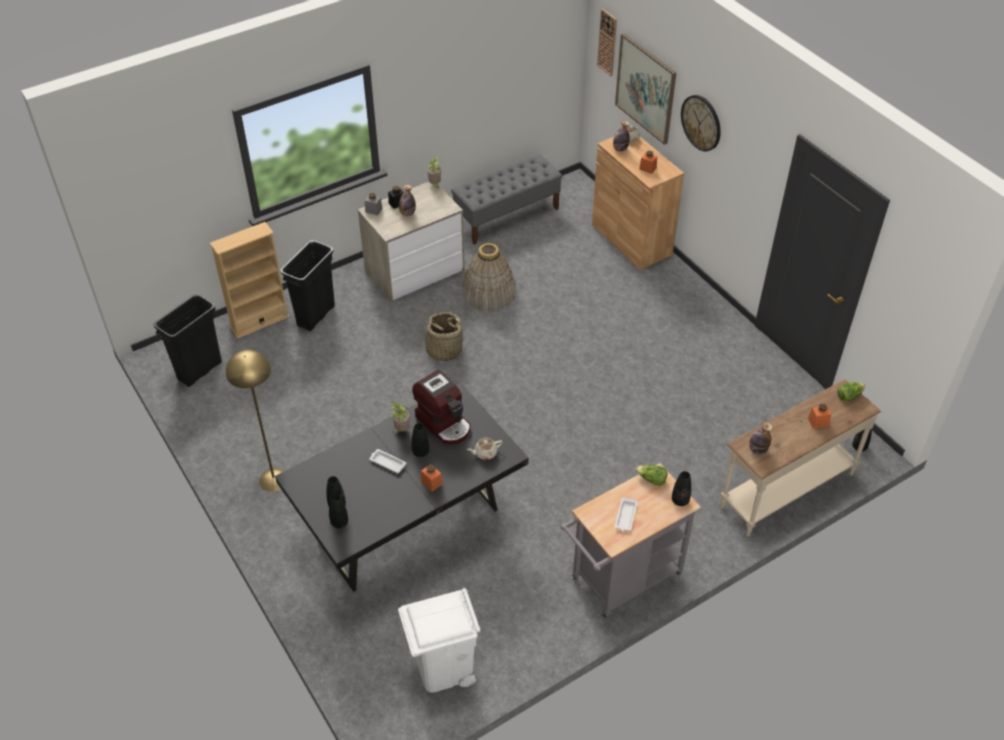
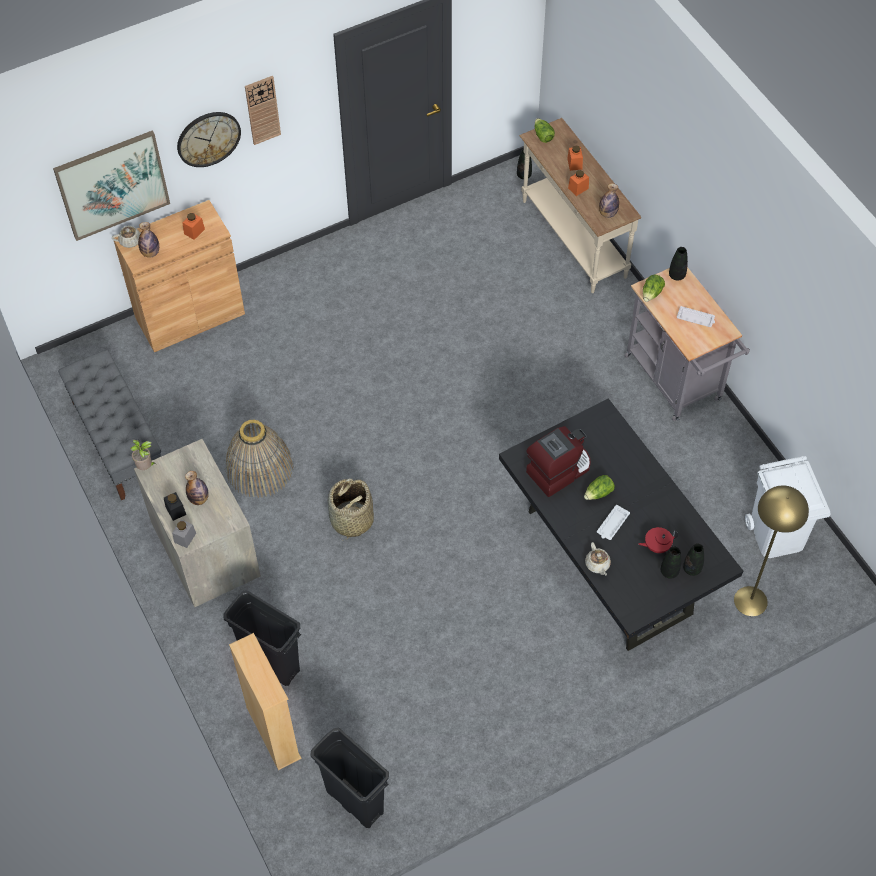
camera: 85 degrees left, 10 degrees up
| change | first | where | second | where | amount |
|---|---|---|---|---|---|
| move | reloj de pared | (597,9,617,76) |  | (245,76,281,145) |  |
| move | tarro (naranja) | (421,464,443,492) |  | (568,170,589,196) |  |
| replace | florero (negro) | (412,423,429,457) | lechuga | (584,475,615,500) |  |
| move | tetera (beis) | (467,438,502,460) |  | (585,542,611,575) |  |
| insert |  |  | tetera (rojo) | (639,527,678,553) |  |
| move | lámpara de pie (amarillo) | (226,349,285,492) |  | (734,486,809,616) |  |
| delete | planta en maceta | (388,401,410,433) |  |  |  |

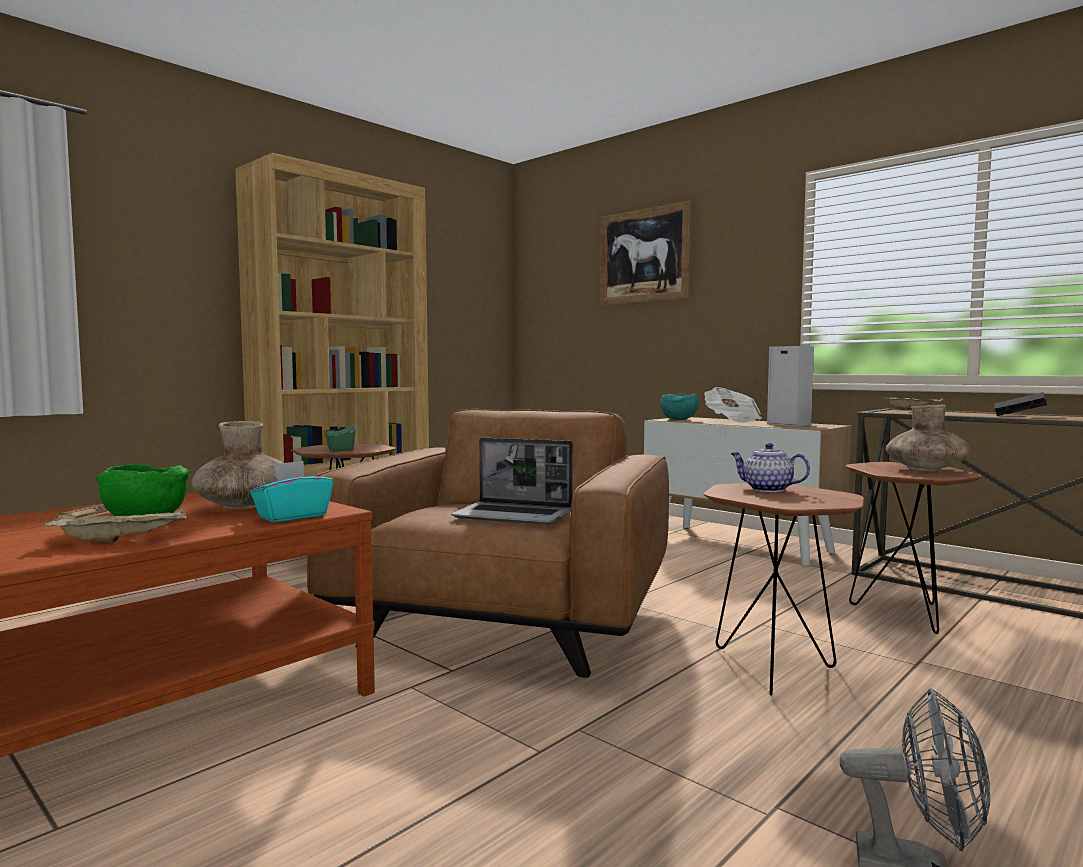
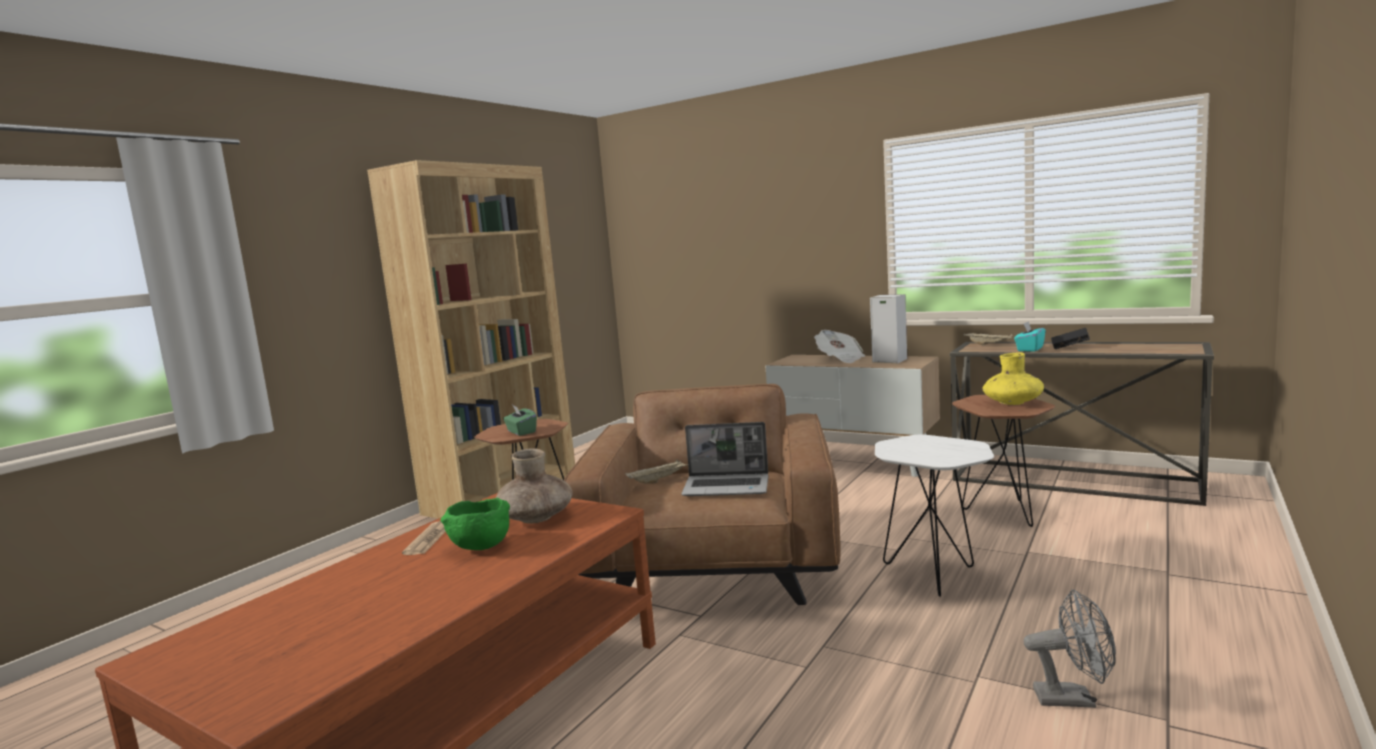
camera: 10 degrees left, 5 degrees up
| change | first | where | second | where | amount |
|---|---|---|---|---|---|
| move | bandeja (beis) | (44,508,187,544) |  | (625,459,687,484) |  |
| recolor | mesa auxiliar (marrón) | (703,483,864,696) | mesa auxiliar (blanco) | (875,435,994,597) |  |
| recolor | florero (marrón) | (886,405,970,471) | florero (amarillo) | (983,352,1044,405) |  |
| move | caja de pañuelos (turquesa) | (250,461,333,522) |  | (1014,321,1046,352) |  |
| delete | cuadro | (600,200,692,305) |  |  |  |
| delete | cuenco (turquesa) | (661,393,699,420) |  |  |  |
| delete | tetera | (730,443,810,492) |  |  |  |

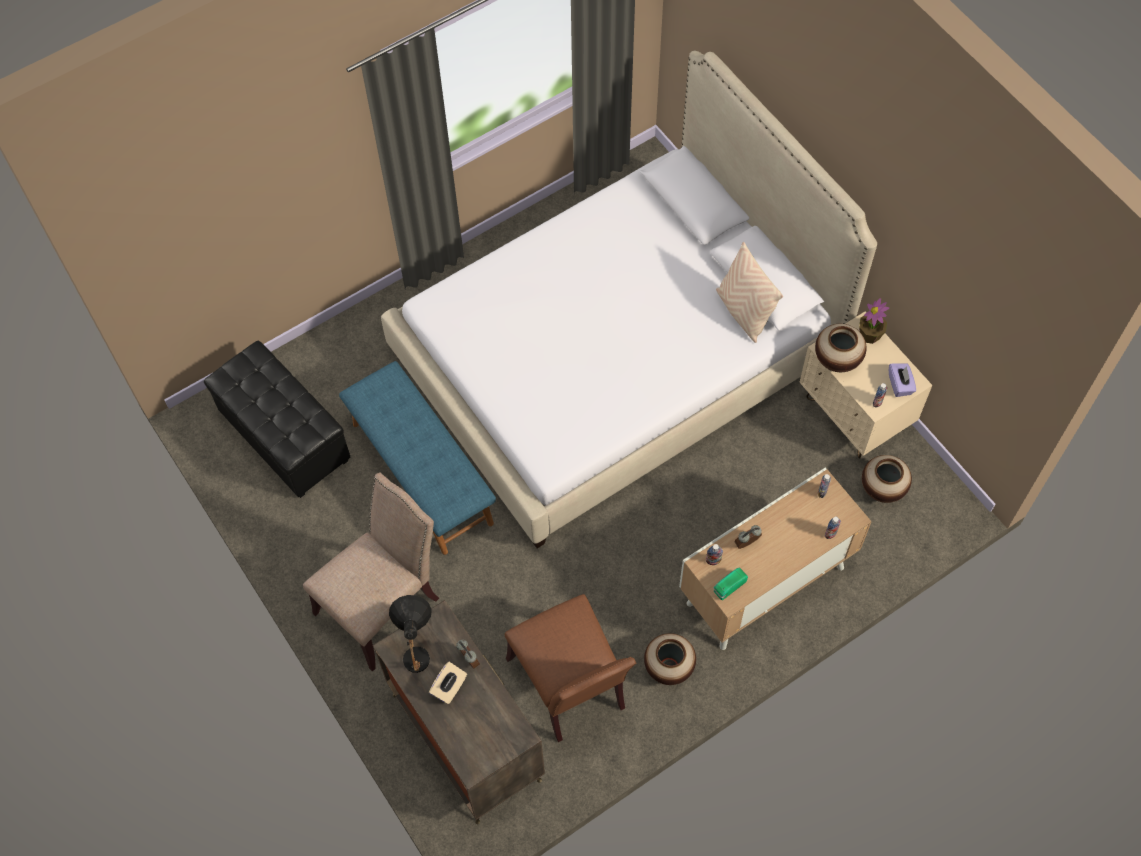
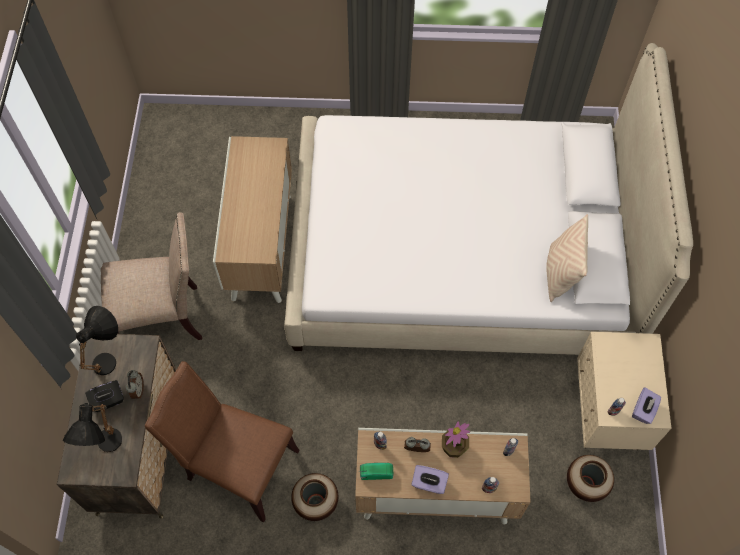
camera: 35 degrees right, 0 degrees up
| change | first | where | second | where | amount |
|---|---|---|---|---|---|
| insert |  |  | lámpara de mesa (negro) | (63,403,122,452) |  |
| recolor | caja de pañuelos (beis) | (429,662,467,704) | caja de pañuelos (negro) | (85,380,124,412) |  |
| rotate | silla (marrón) | (505,594,636,742) |  | (145,361,299,522) | 105 degrees clockwise |
| replace | banco (azul) | (339,361,496,555) | armario | (213,136,292,303) |  |
| insert |  |  | caja de pañuelos (morado) | (411,465,449,494) |  |
| move | planta en maceta | (859,298,889,344) |  | (442,421,470,458) |  |
| delete | puf (negro) | (204,341,350,498) |  |  |  |
| delete | florero | (815,324,867,372) |  |  |  |

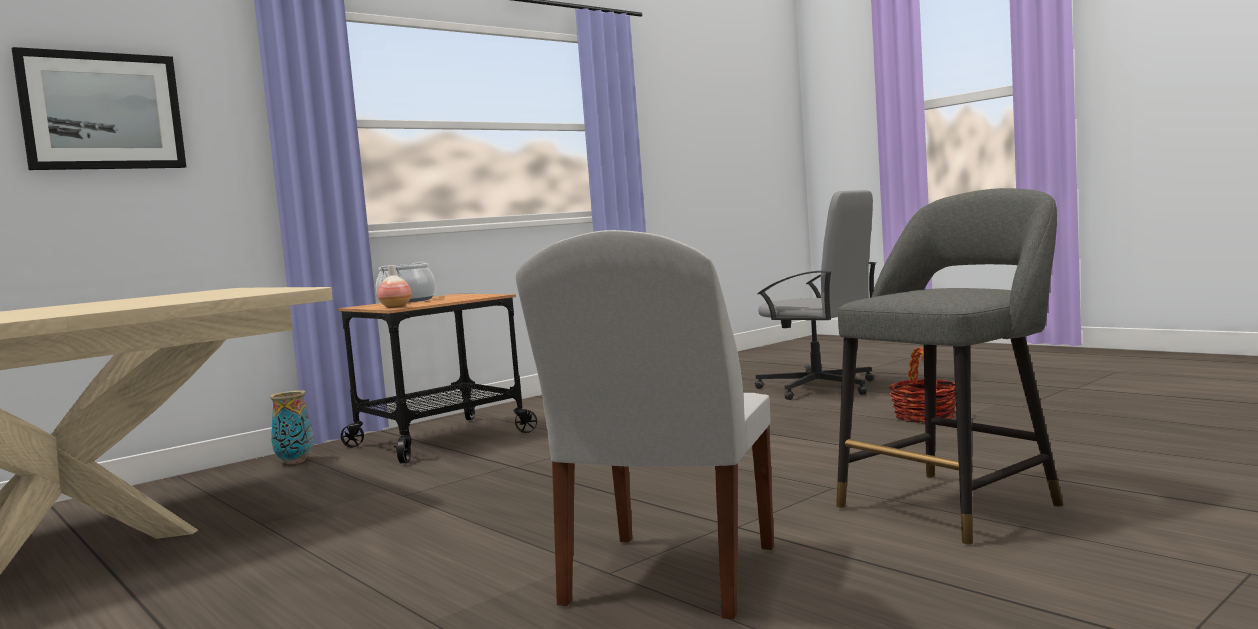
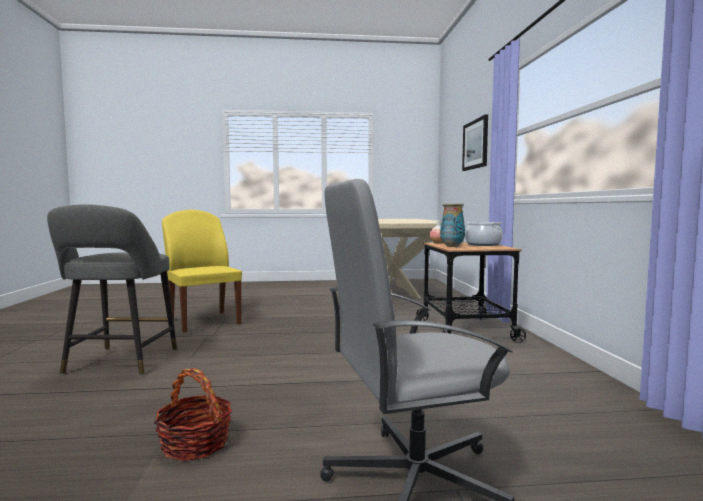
camera: 125 degrees right, 0 degrees up
| change | first | where | second | where | amount |
|---|---|---|---|---|---|
| recolor | silla (blanco) | (516,230,774,619) | silla (amarillo) | (162,210,242,333) |  |
| move | florero | (270,390,315,464) |  | (440,204,465,247) |  |

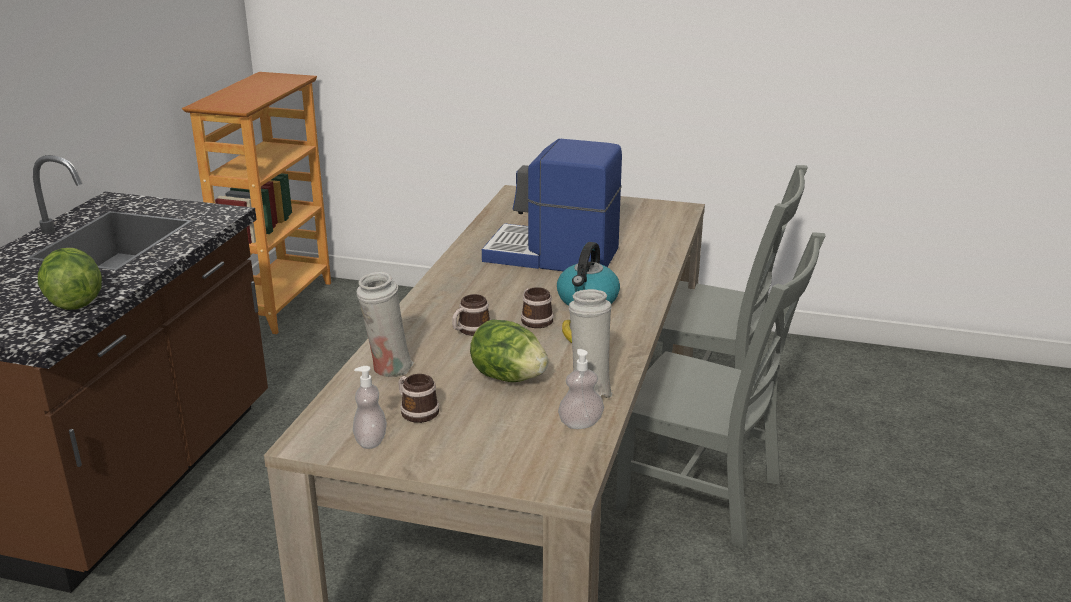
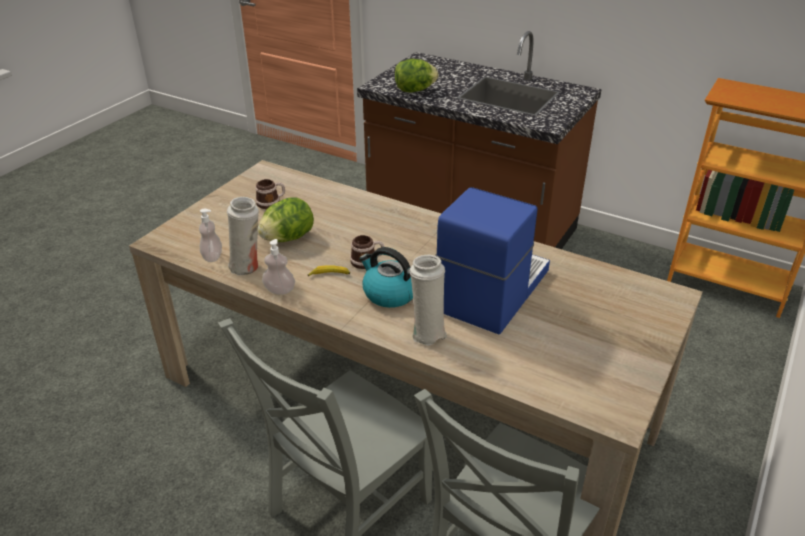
camera: 105 degrees right, 10 degrees up
| change | first | where | second | where | amount |
|---|---|---|---|---|---|
| move | dispensador de jabón | (353,366,387,449) |  | (262,239,295,295) |  |
| move | florero (blanco) | (357,272,414,377) |  | (410,255,447,346) |  |
| delete | taza grande | (452,294,491,336) |  |  |  |

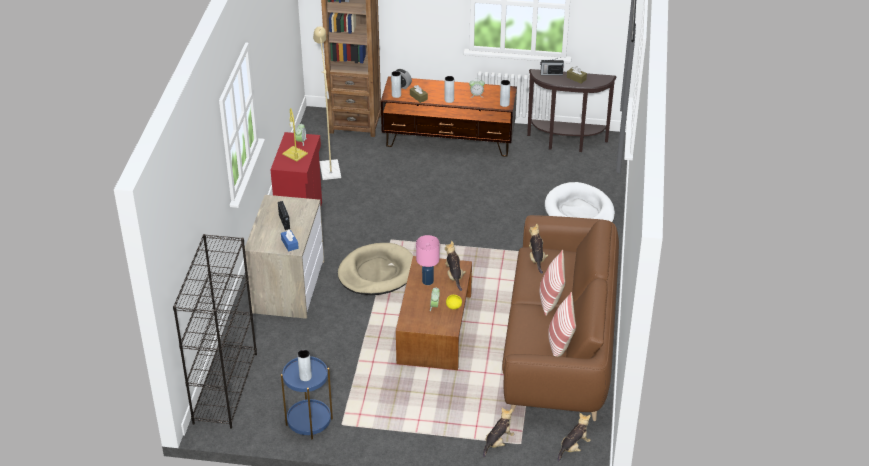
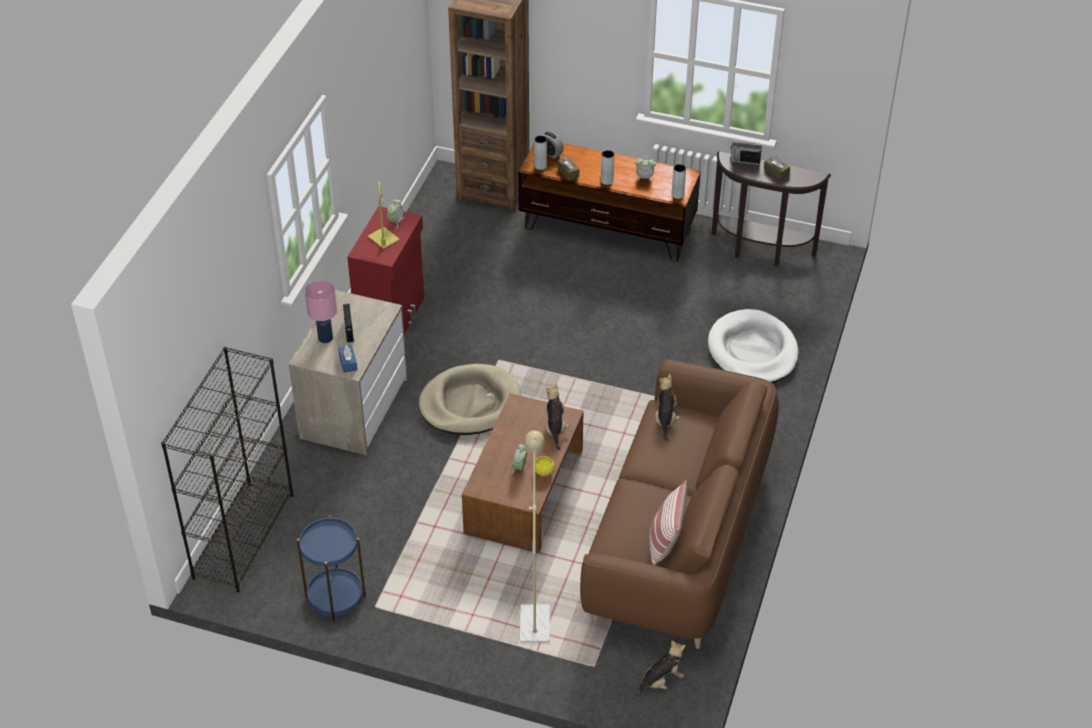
camera: 10 degrees right, 5 degrees up
| change | first | where | second | where | amount |
|---|---|---|---|---|---|
| move | lámpara de mesa (rosa) | (416,235,440,285) |  | (305,280,337,343) |  |
| move | lámpara de pie (beis) | (313,26,341,180) |  | (520,430,550,643) |  |
| delete | florero (gris) | (298,350,312,381) |  |  |  |
| delete | peluche | (483,408,514,458) |  |  |  |
| delete | cojín | (539,250,565,316) |  |  |  |

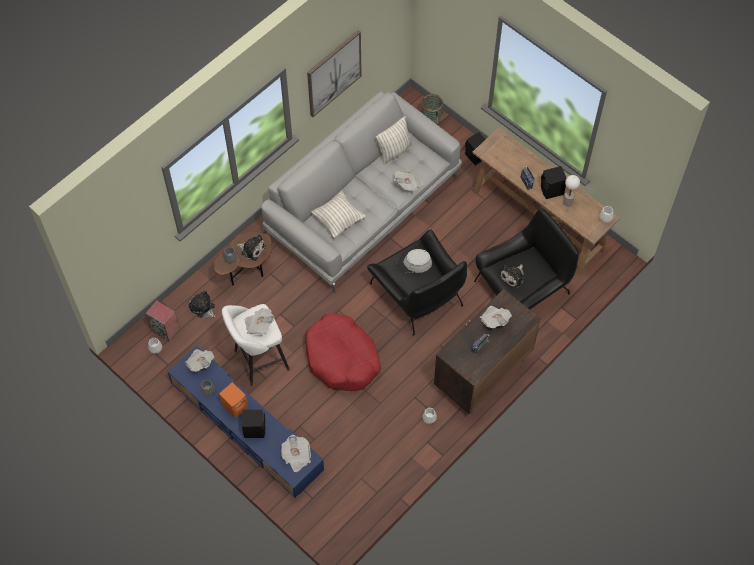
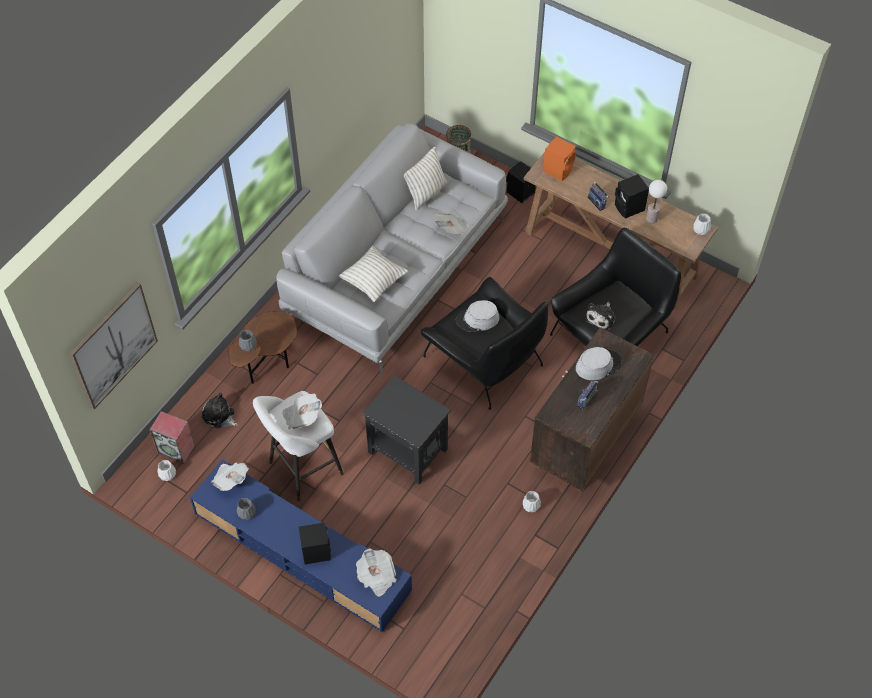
camera: 10 degrees left, 5 degrees down
| change | first | where | second | where | amount |
|---|---|---|---|---|---|
| move | cuadro | (307,30,362,117) |  | (69,282,158,409) |  |
| replace | cama para perro (rojo) | (305,314,381,391) | mesa auxiliar (negro) | (362,375,451,484) |  |
| move | altavoz (naranja) | (219,382,248,418) |  | (543,136,576,181) |  |
| replace | periódico | (479,306,512,328) | sombrero (gris) | (576,347,622,380) |  |
| delete | peluche | (236,234,266,261) |  |  |  |

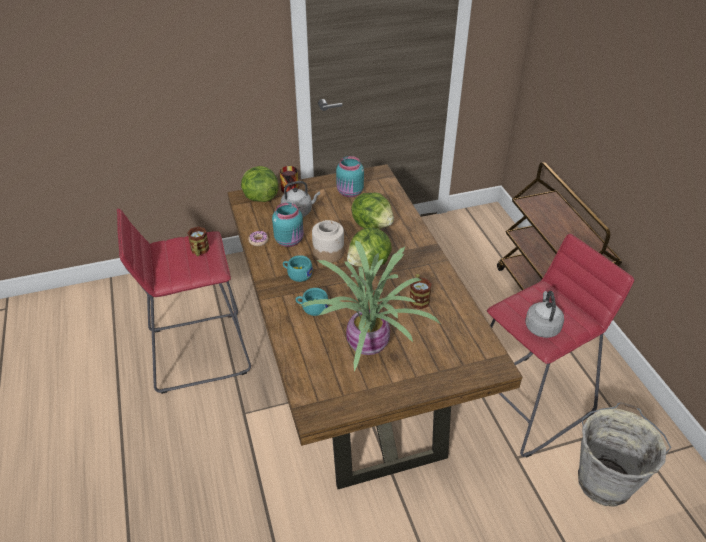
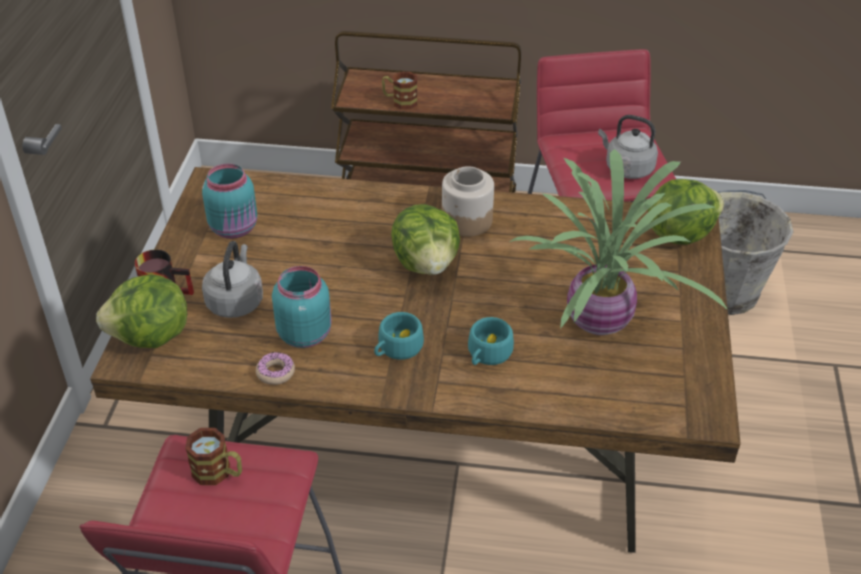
camera: 65 degrees left, 0 degrees up
| change | first | where | second | where | amount |
|---|---|---|---|---|---|
| move | taza grande | (409,274,432,309) |  | (382,72,418,110) |  |
| move | tarro | (312,220,344,263) |  | (442,166,494,237) |  |
| move | lechuga | (351,193,394,229) |  | (648,179,724,245) |  |

